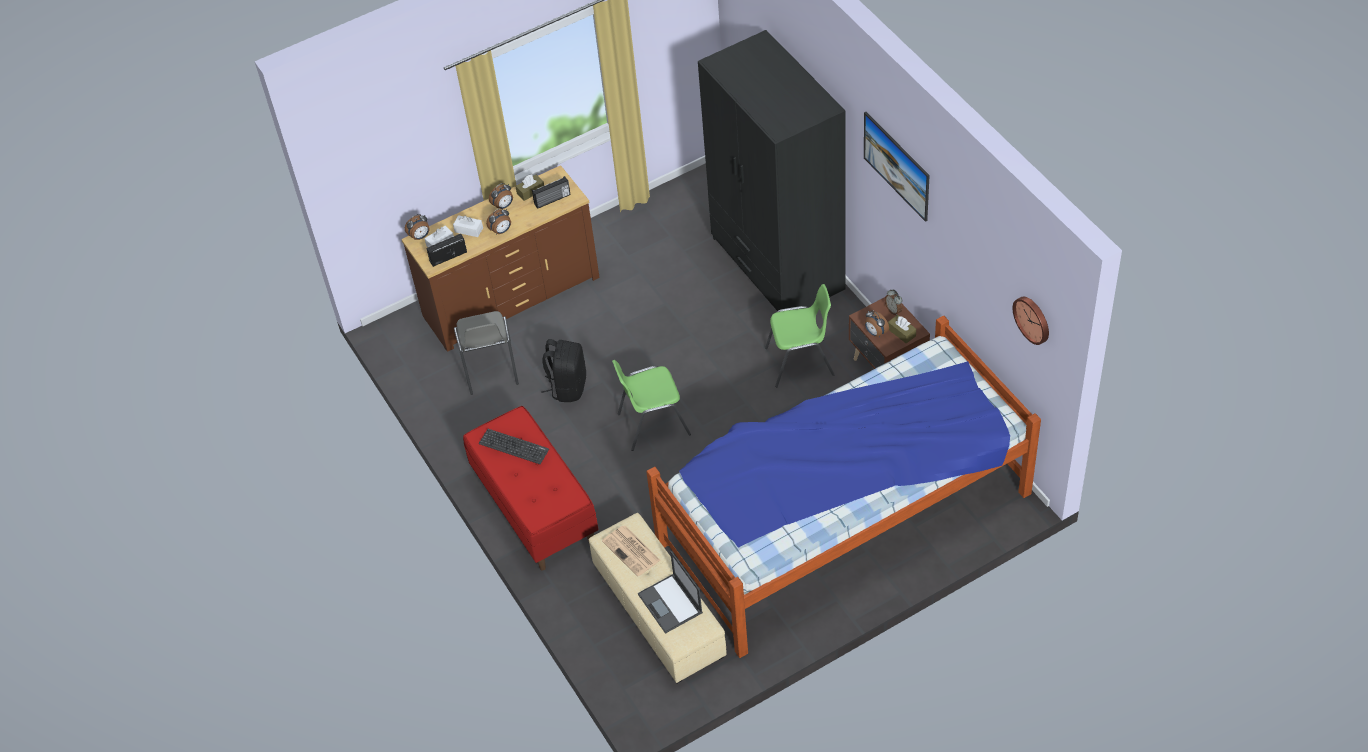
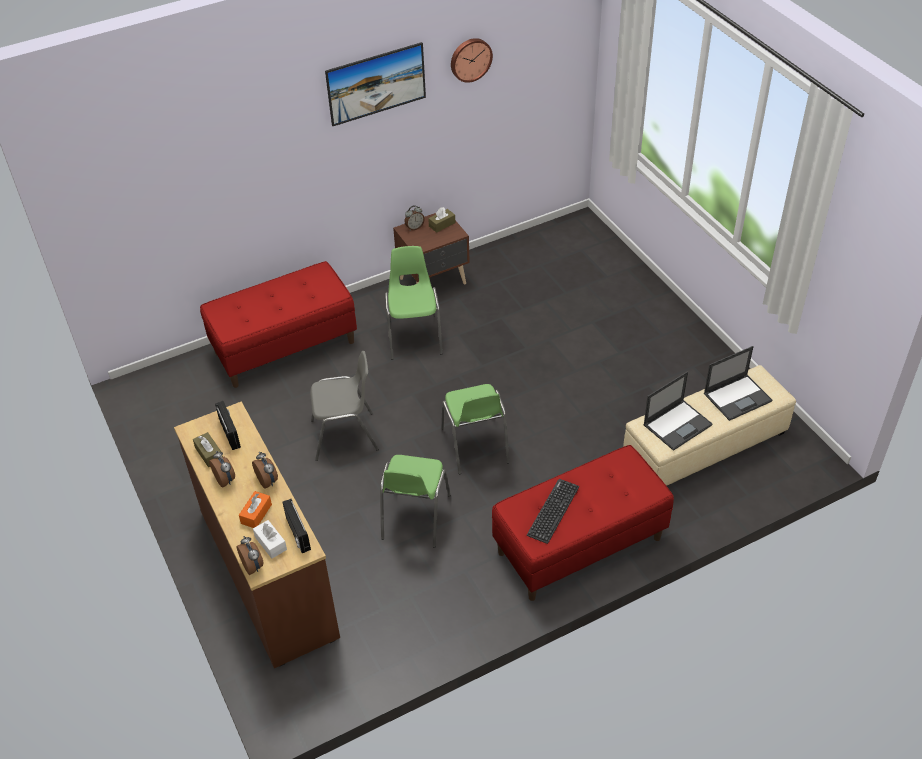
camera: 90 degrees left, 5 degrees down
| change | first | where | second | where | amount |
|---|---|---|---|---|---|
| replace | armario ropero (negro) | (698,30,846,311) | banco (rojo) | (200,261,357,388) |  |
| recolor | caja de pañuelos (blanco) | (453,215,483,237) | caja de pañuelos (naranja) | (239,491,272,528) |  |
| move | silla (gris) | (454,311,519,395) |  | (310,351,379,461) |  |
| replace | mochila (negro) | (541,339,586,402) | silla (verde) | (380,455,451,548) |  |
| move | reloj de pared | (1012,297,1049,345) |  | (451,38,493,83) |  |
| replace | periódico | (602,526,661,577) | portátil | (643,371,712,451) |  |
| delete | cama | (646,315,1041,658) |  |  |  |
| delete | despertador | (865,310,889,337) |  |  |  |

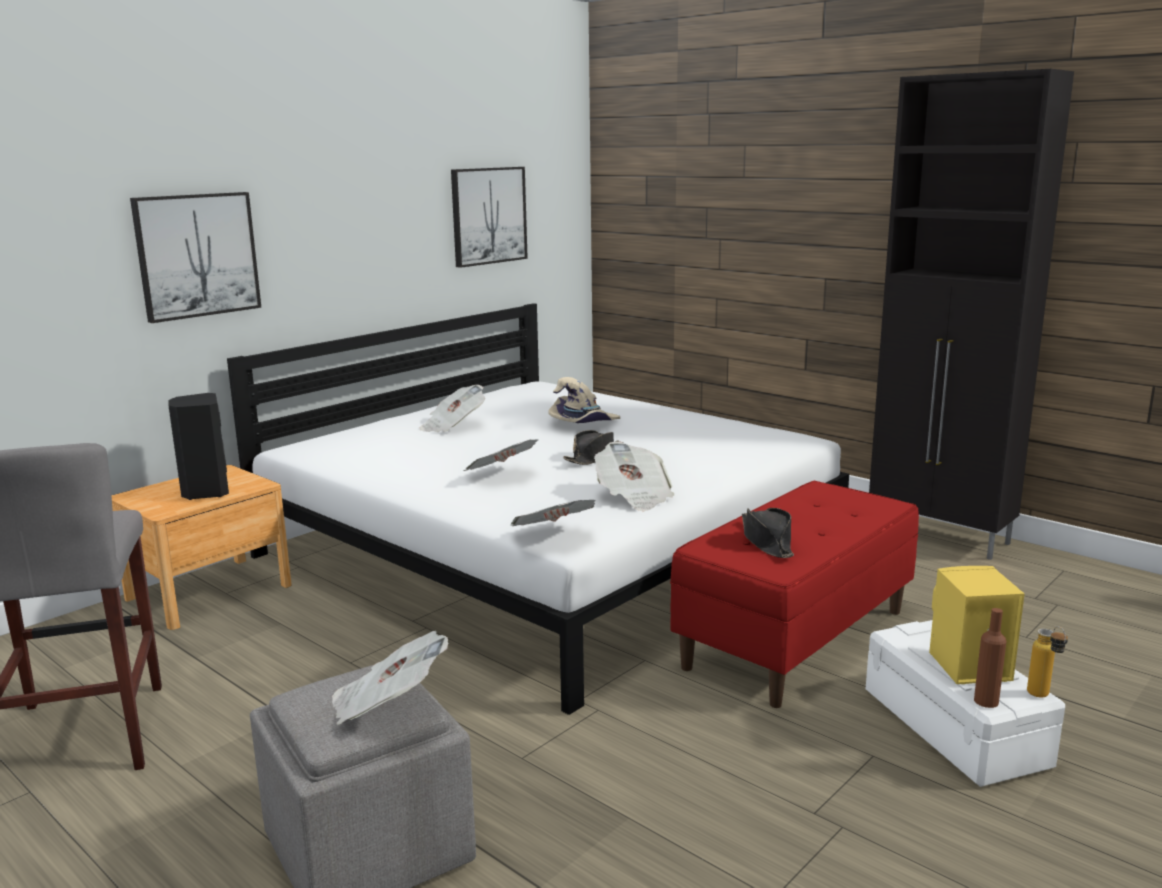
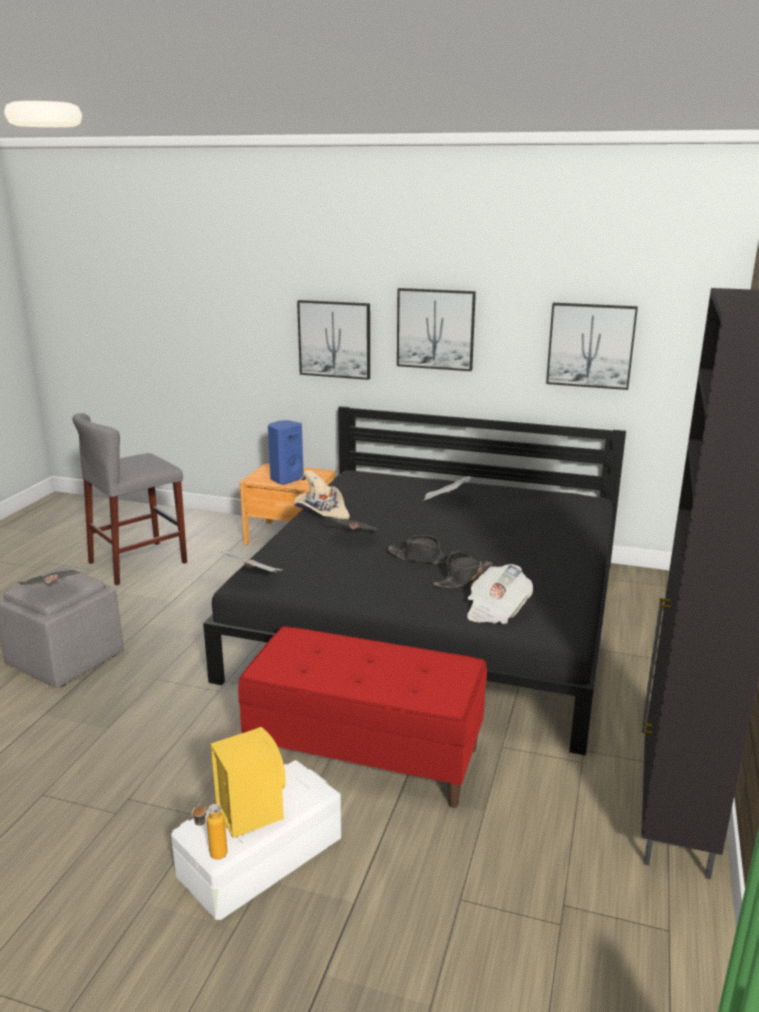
camera: 65 degrees right, 5 degrees up
| change | first | where | second | where | amount |
|---|---|---|---|---|---|
| recolor | cama (blanco) | (227,303,849,715) | cama (negro) | (203,406,626,755) |  |
| recolor | altavoz (negro) | (168,393,229,500) | altavoz (azul) | (268,420,304,485) |  |
| move | sombrero (beis) | (548,377,620,423) |  | (294,470,350,520) |  |
| insert |  |  | cuadro | (397,288,476,371) |  |
| move | sombrero (negro) | (742,508,794,558) |  | (433,551,493,588) |  |
| move | periódico | (594,442,674,511) |  | (467,564,533,624) |  |
| delete | botella (marrón) | (974,608,1006,708) |  |  |  |

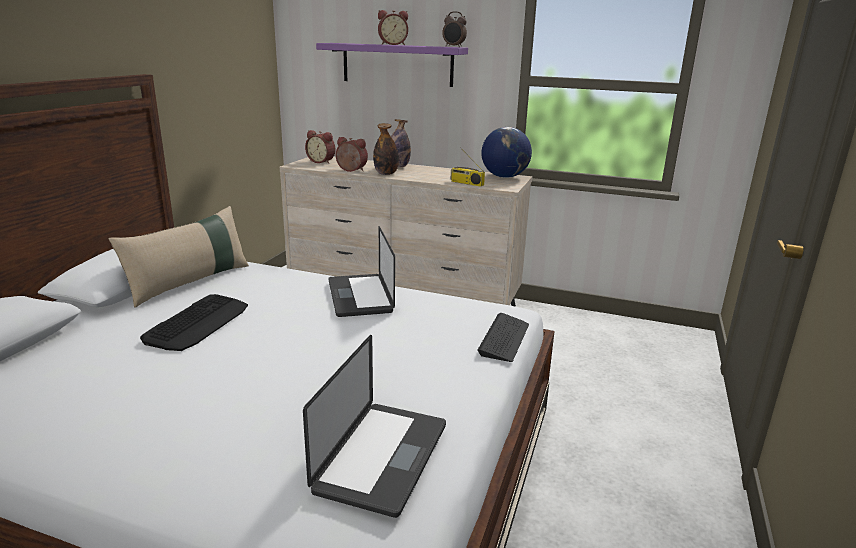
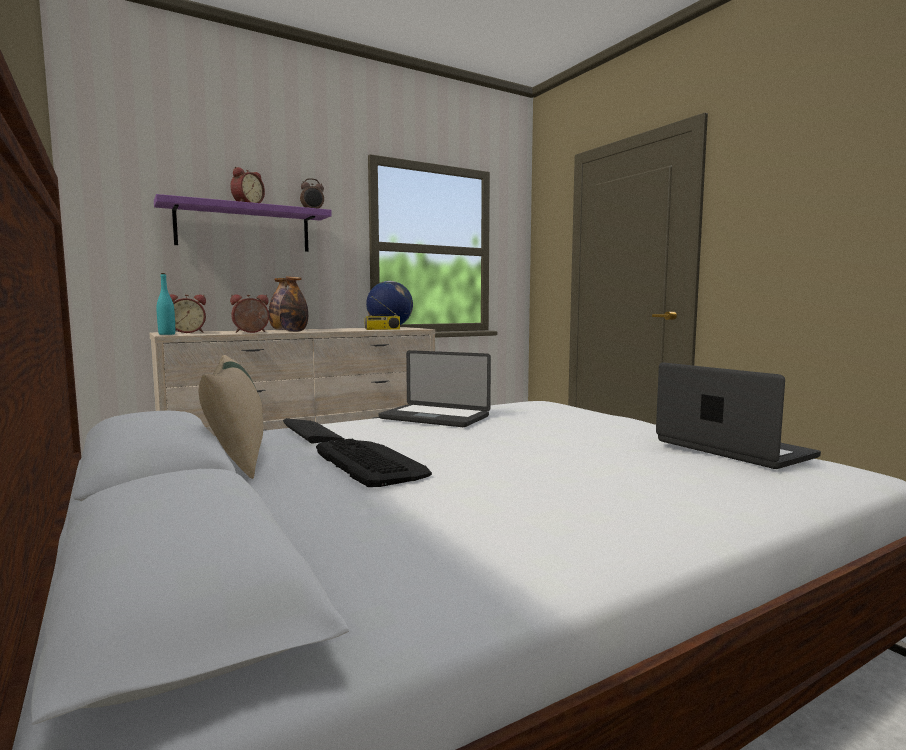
camera: 50 degrees left, 15 degrees down
| change | first | where | second | where | amount |
|---|---|---|---|---|---|
| insert |  |  | botella (turquesa) | (156,273,175,335) |  |
| move | teclado | (477,313,529,362) |  | (283,418,345,443) |  |

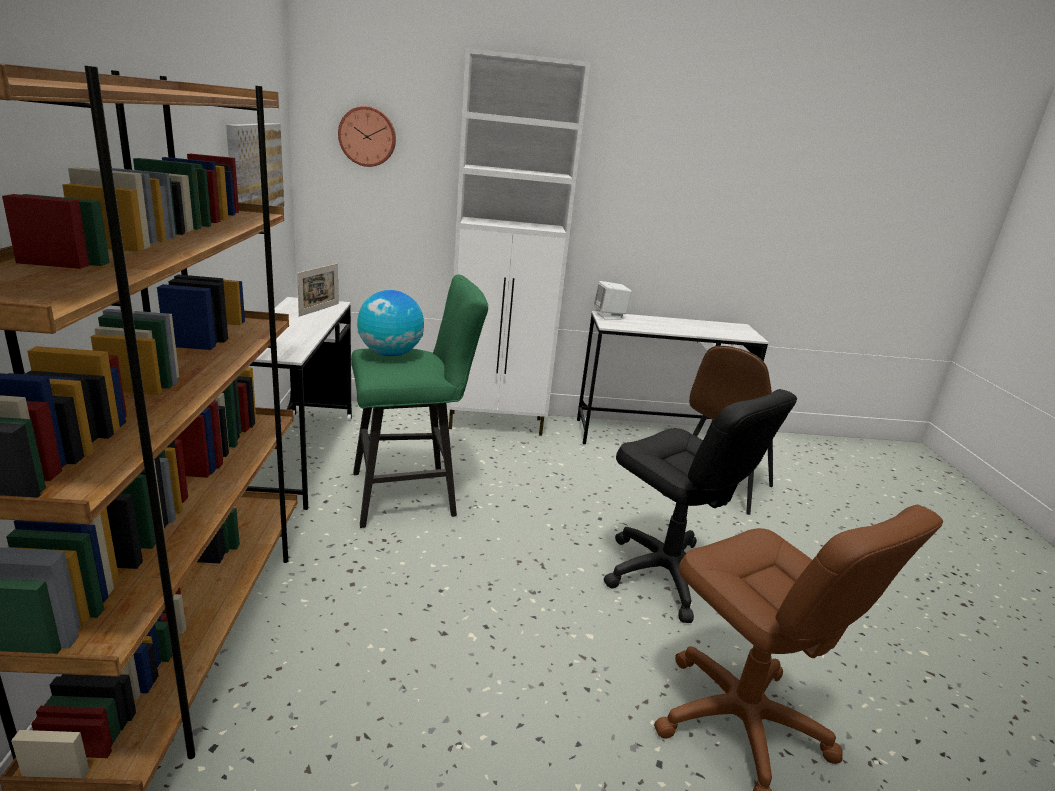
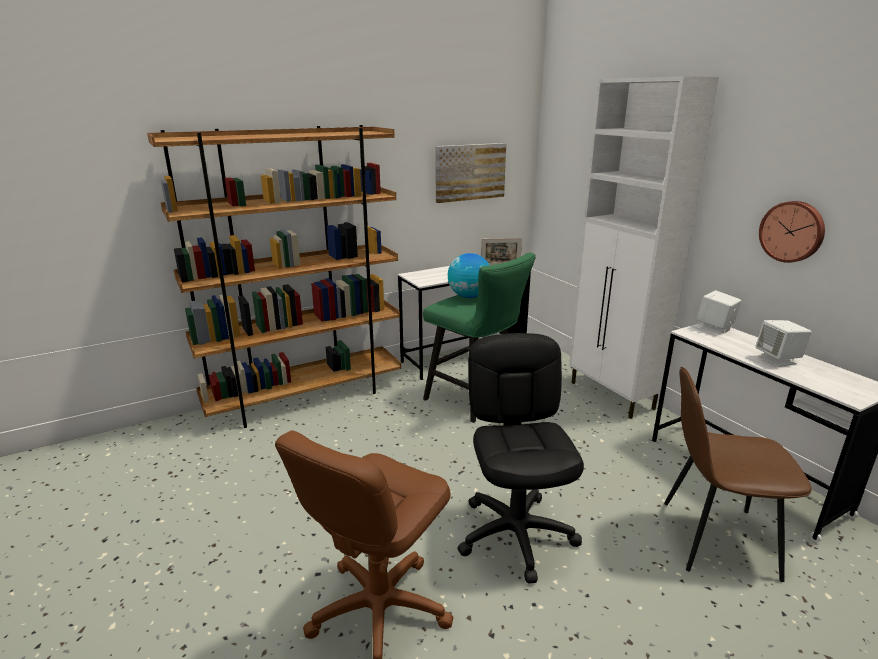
camera: 65 degrees right, 0 degrees up
| change | first | where | second | where | amount |
|---|---|---|---|---|---|
| rotate | silla de oficina (negro) | (604,389,797,623) |  | (457,333,584,584) | 150 degrees clockwise |
| insert |  |  | altavoz (blanco) | (755,320,812,367) |  |
| move | reloj de pared | (338,106,396,167) |  | (759,201,825,263) |  |

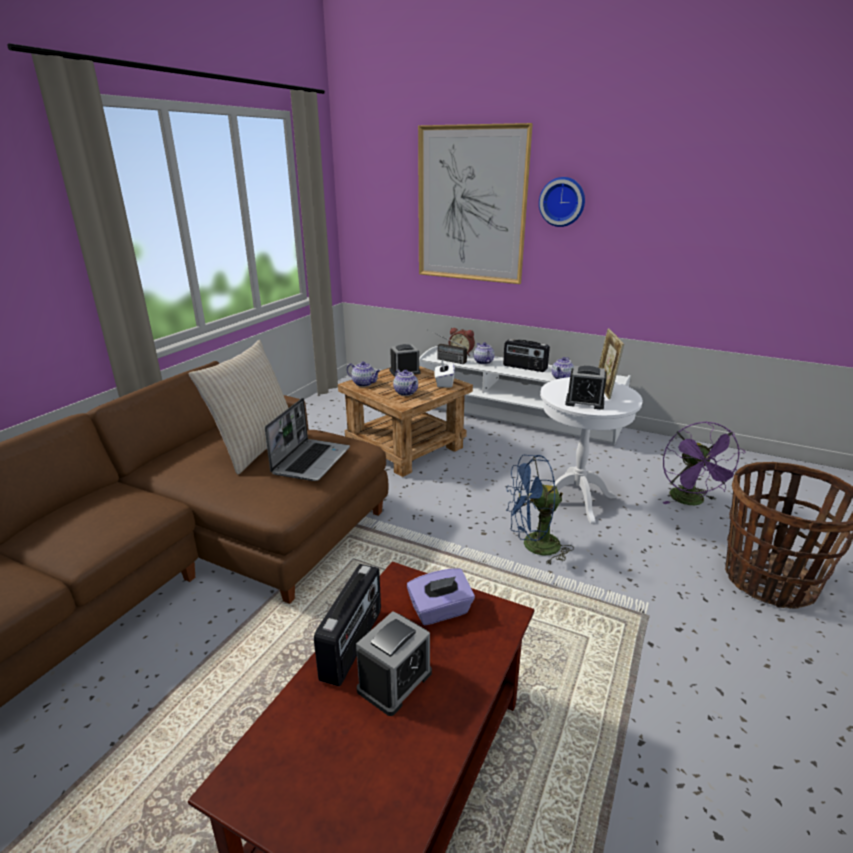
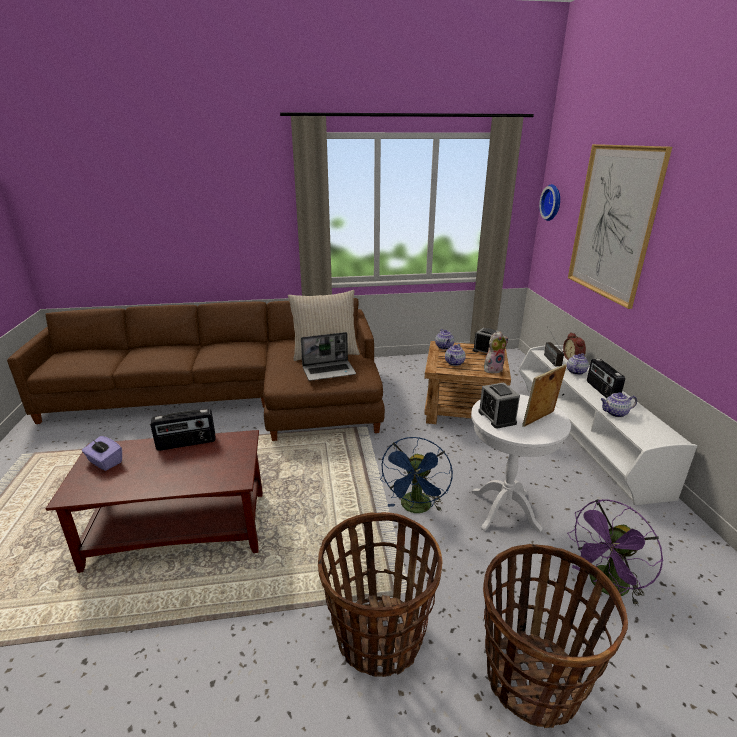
camera: 55 degrees right, 0 degrees up
| change | first | where | second | where | amount |
|---|---|---|---|---|---|
| move | caja de pañuelos (morado) | (407,568,475,625) |  | (82,436,122,471) |  |
| insert |  |  | cesta | (318,512,443,677) |  |
| rotate | ventilador (azul) | (506,455,574,565) |  | (380,437,453,513) | 120 degrees counterclockwise |
| replace | caja de pañuelos (blanco) | (435,360,455,387) | peluche | (484,331,508,373) |  |
| move | reloj de pared | (539,177,585,227) |  | (539,184,560,221) |  |
| delete | despertador | (356,611,432,716) |  |  |  |

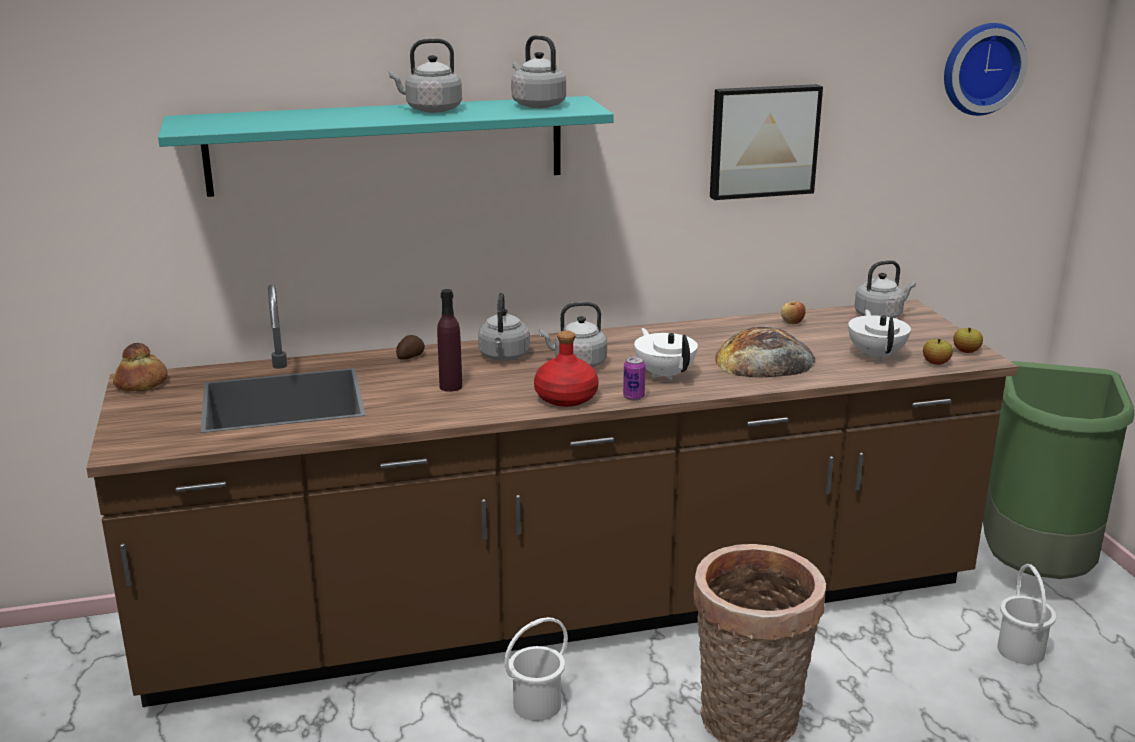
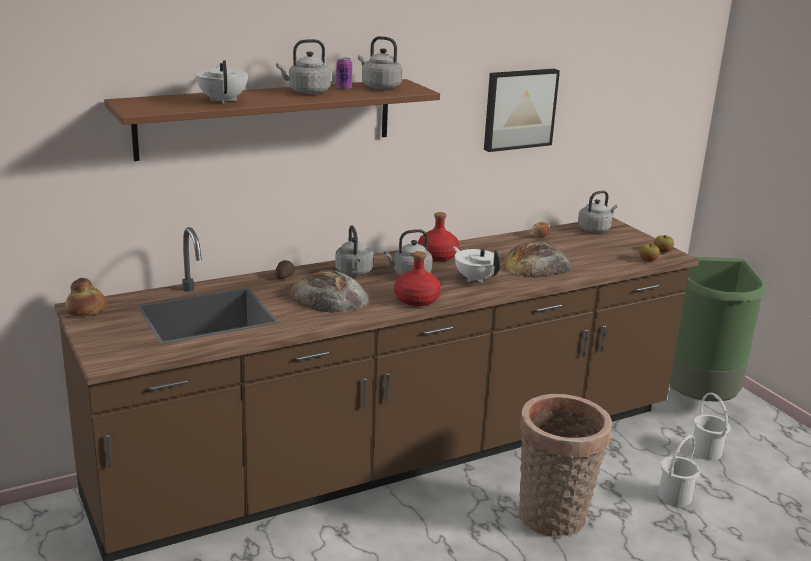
camera: 15 degrees left, 0 degrees up
| change | first | where | second | where | amount |
|---|---|---|---|---|---|
| recolor | estante (turquesa) | (158,96,614,197) | estante (marrón) | (104,79,440,161) |  |
| move | tetera (blanco) | (848,310,911,361) |  | (195,60,248,104) |  |
| replace | botella (morado) | (437,289,462,392) | pan | (289,270,370,313) |  |
| move | lata | (623,356,646,400) |  | (336,57,352,90) |  |
| insert |  |  | botella (rojo) | (418,212,460,261) |  |
| move | cubo (blanco) | (504,617,568,721) |  | (658,435,700,507) |  |
| delete | reloj de pared | (944,23,1028,116) |  |  |  |

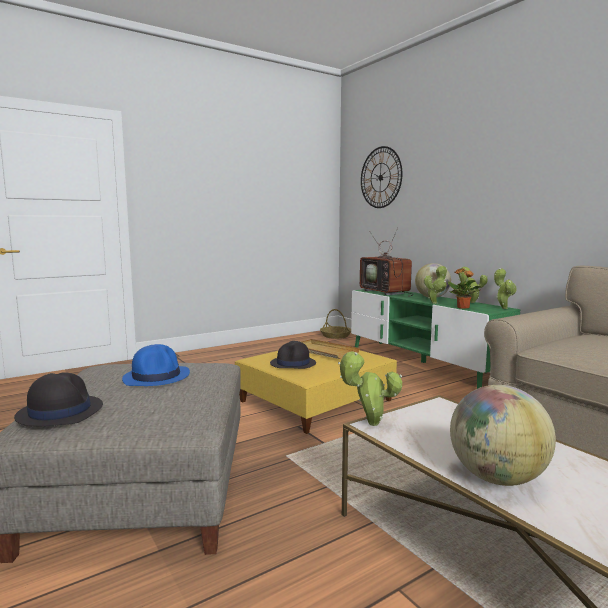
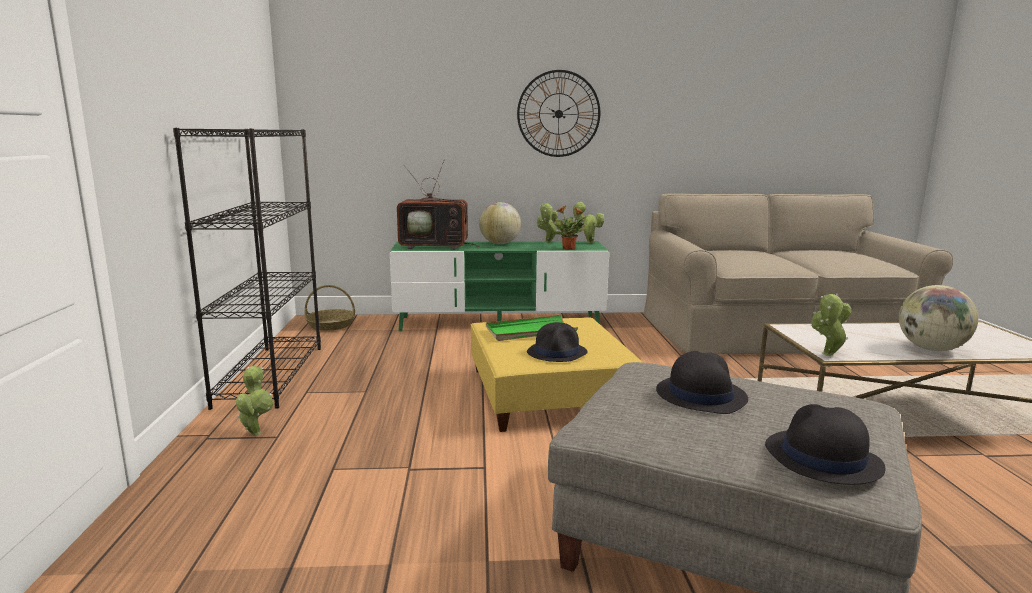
camera: 60 degrees left, 5 degrees up
| change | first | where | second | where | amount |
|---|---|---|---|---|---|
| insert |  |  | estantería (negro) | (173,128,321,410) |  |
| move | planta en maceta | (424,266,447,304) |  | (236,366,273,436) |  |
| recolor | bandeja (beis) | (301,339,360,359) | bandeja (verde) | (486,315,578,341) |  |
| move | reloj de pared | (361,146,402,208) |  | (517,70,600,157) |  |
| recolor | sombrero (azul) | (122,344,190,386) | sombrero (negro) | (656,351,748,414) |  |

